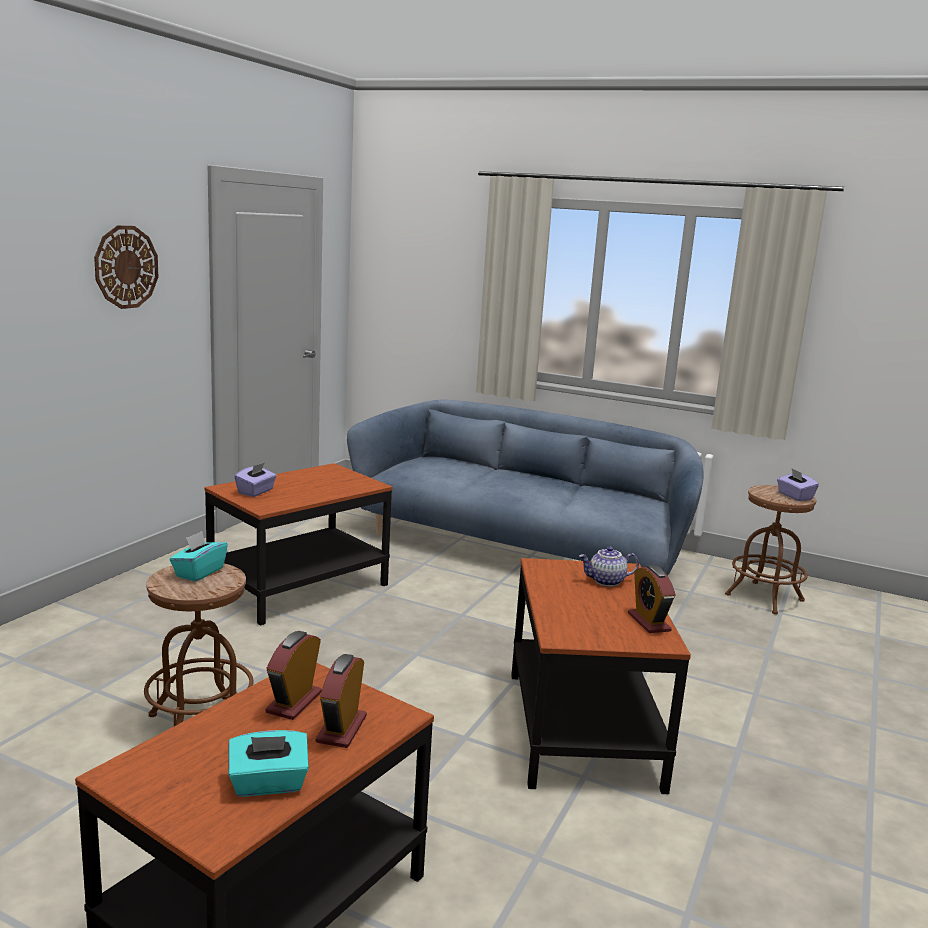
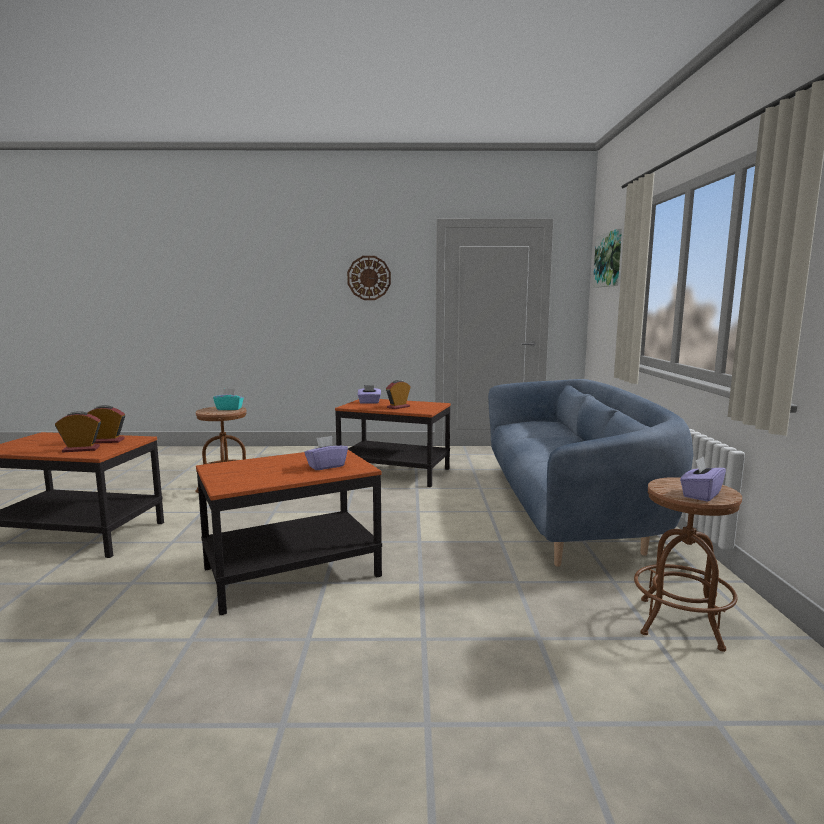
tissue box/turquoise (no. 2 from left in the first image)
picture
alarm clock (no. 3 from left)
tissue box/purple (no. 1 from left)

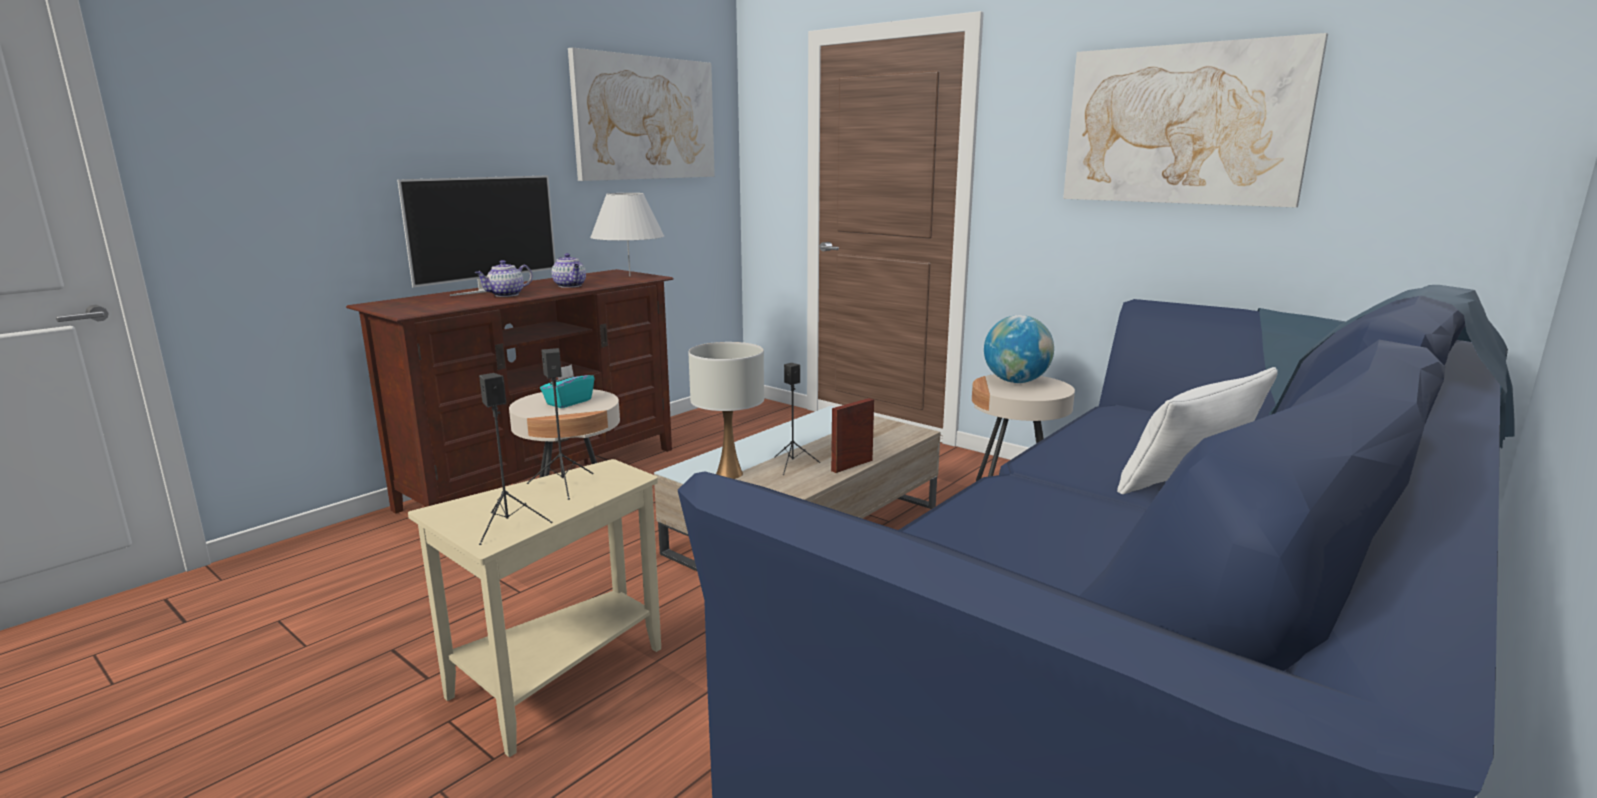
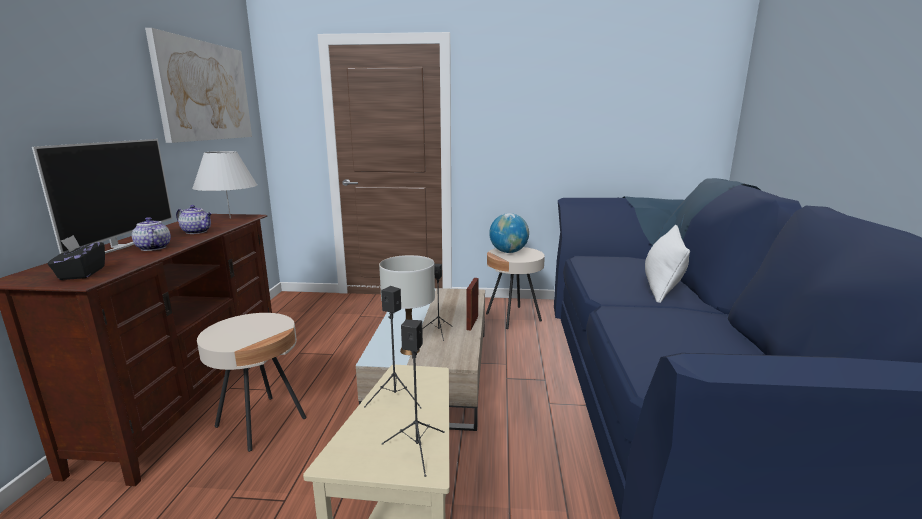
tissue box/turquoise
picture (no. 2 from left in the first image)
tissue box/black
teapot (no. 1 from left)

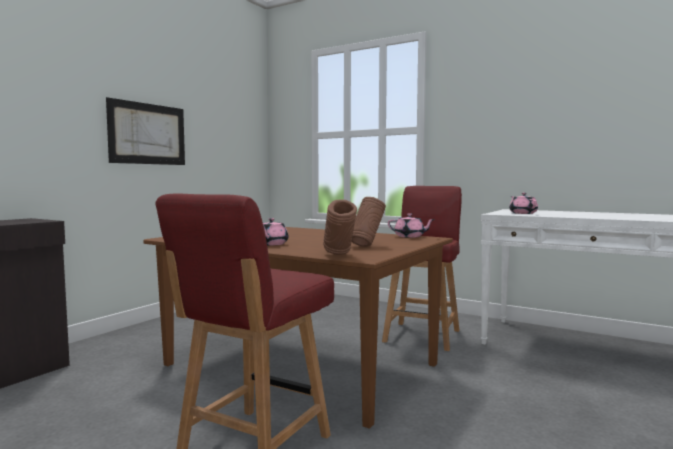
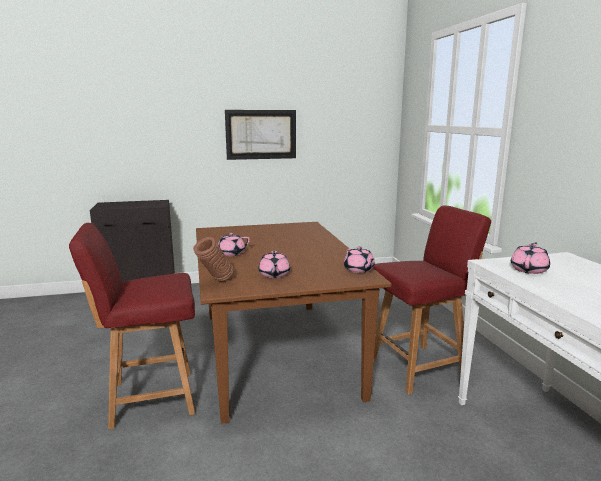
teapot/pink (no. 2 from left)

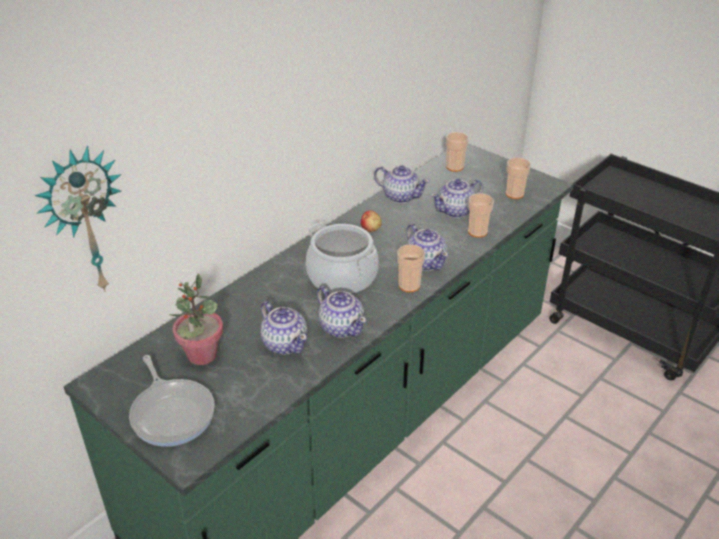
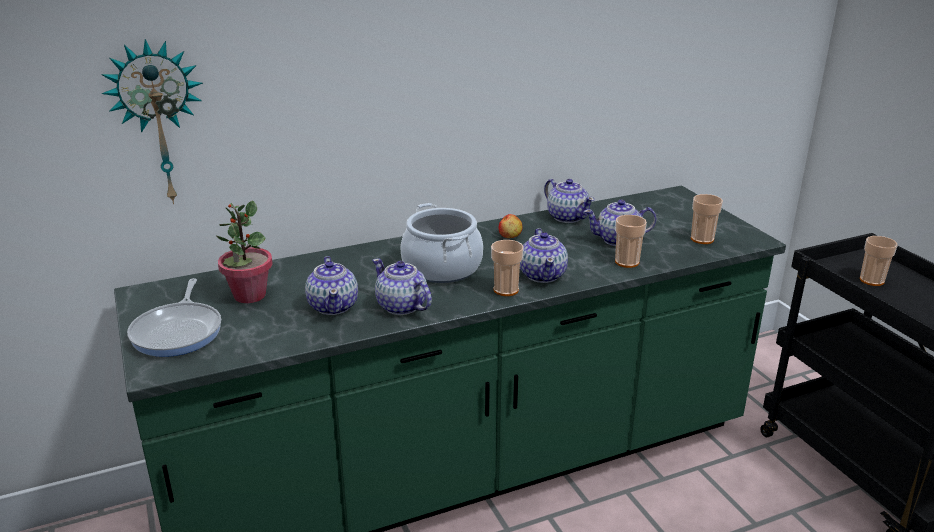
cup (no. 4 from left)
teapot (no. 2 from left)

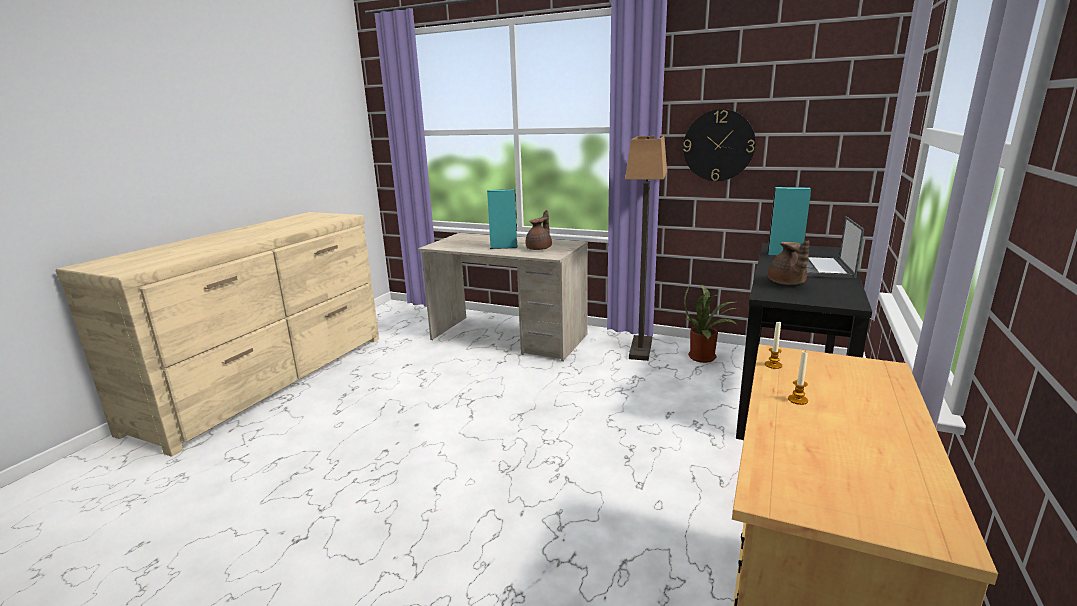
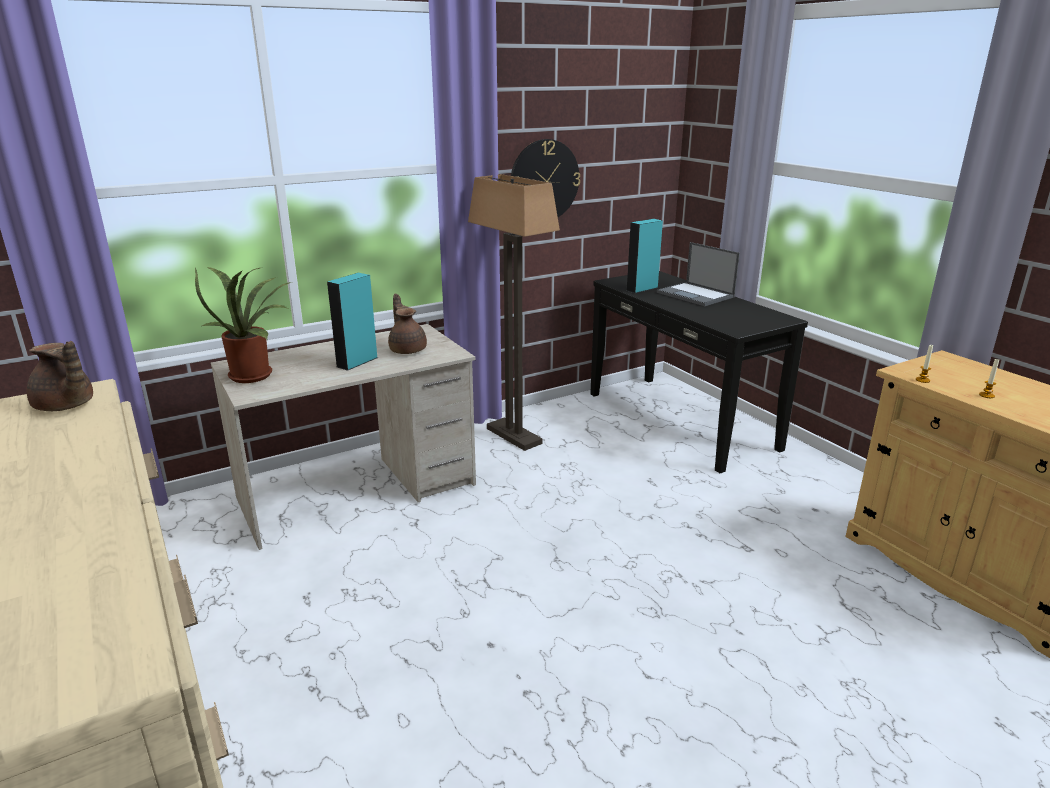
potted plant
teapot/brown (no. 1 from left)

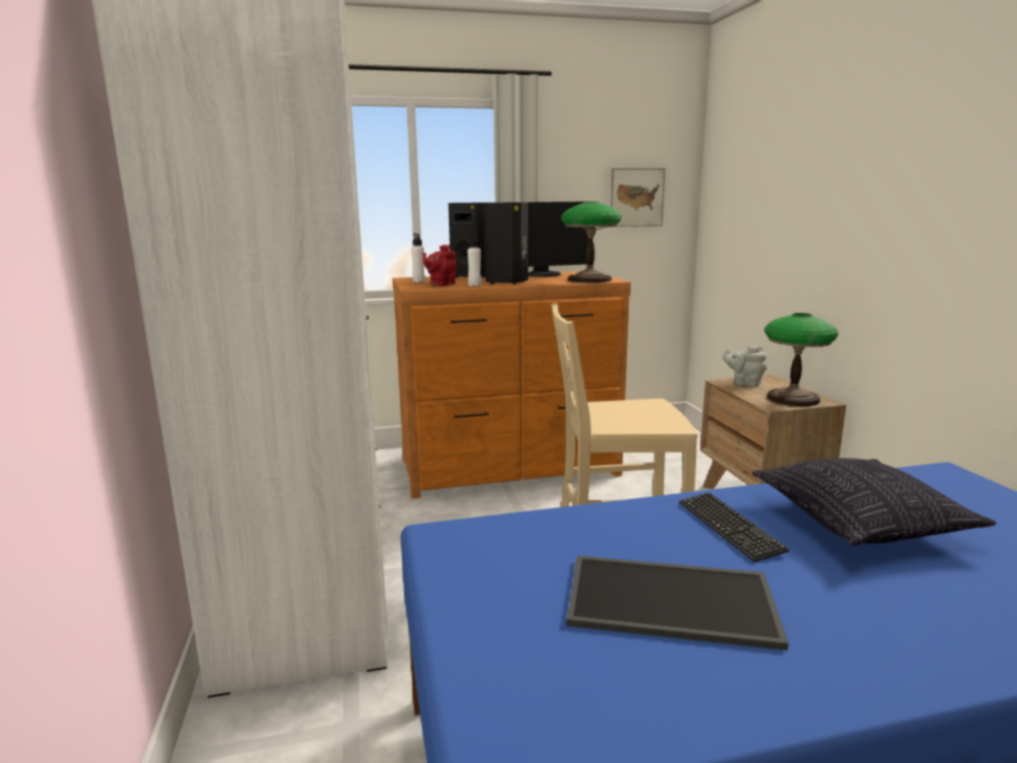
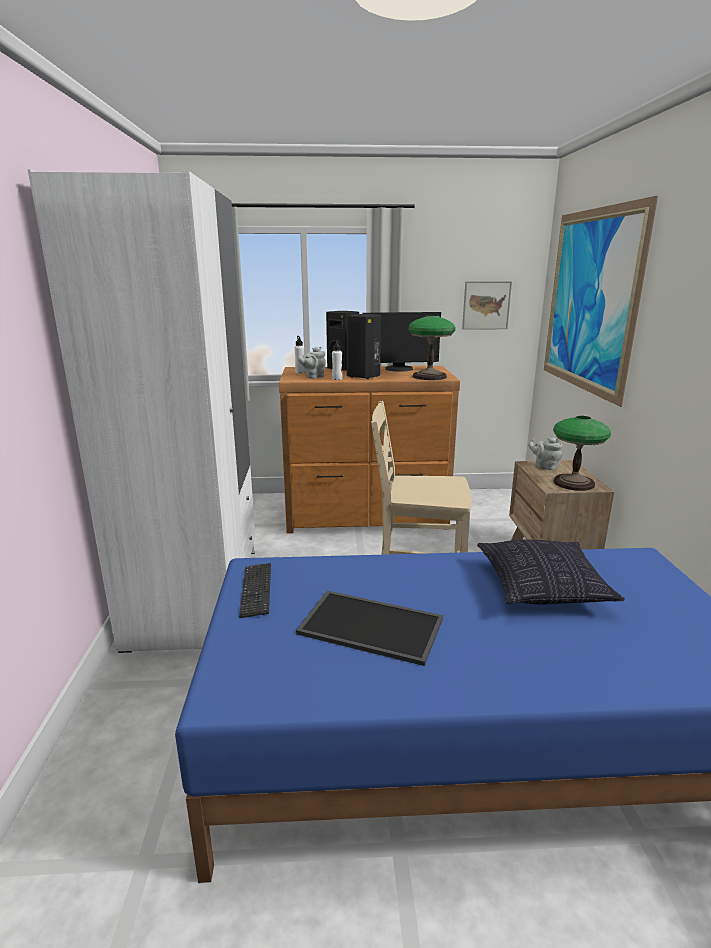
picture (no. 2 from left)
keyboard
teapot/grey (no. 1 from left)

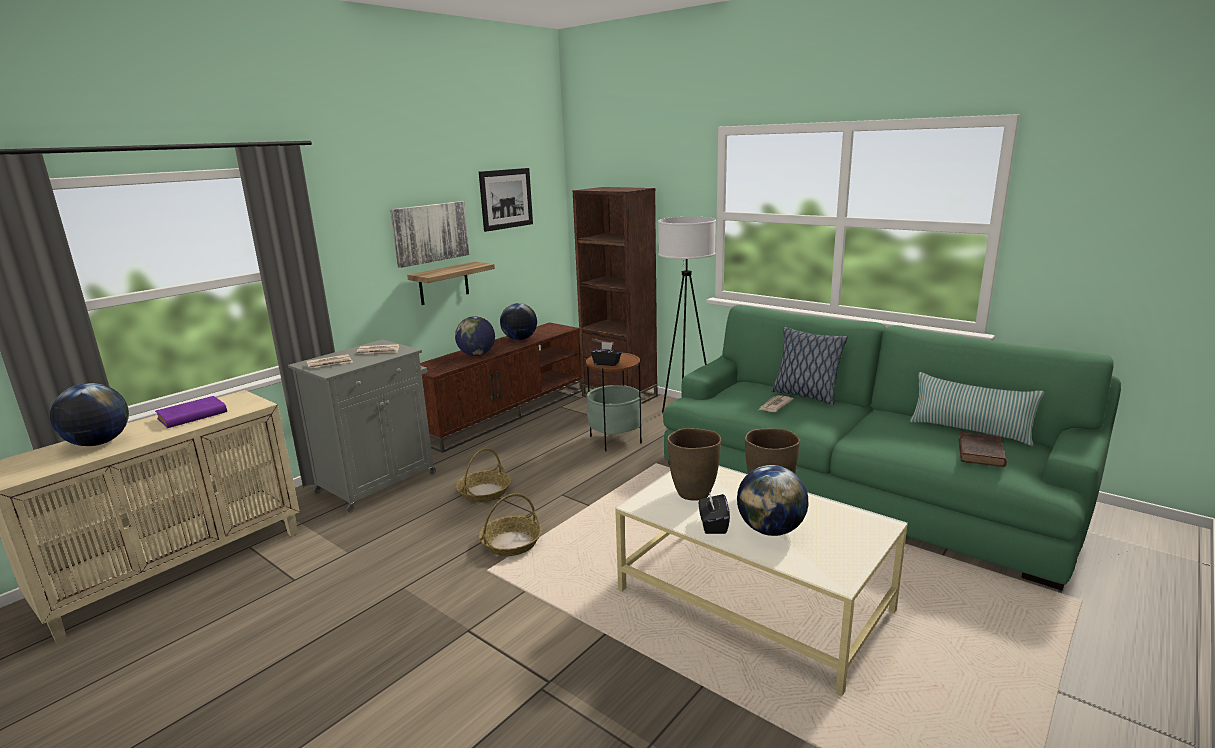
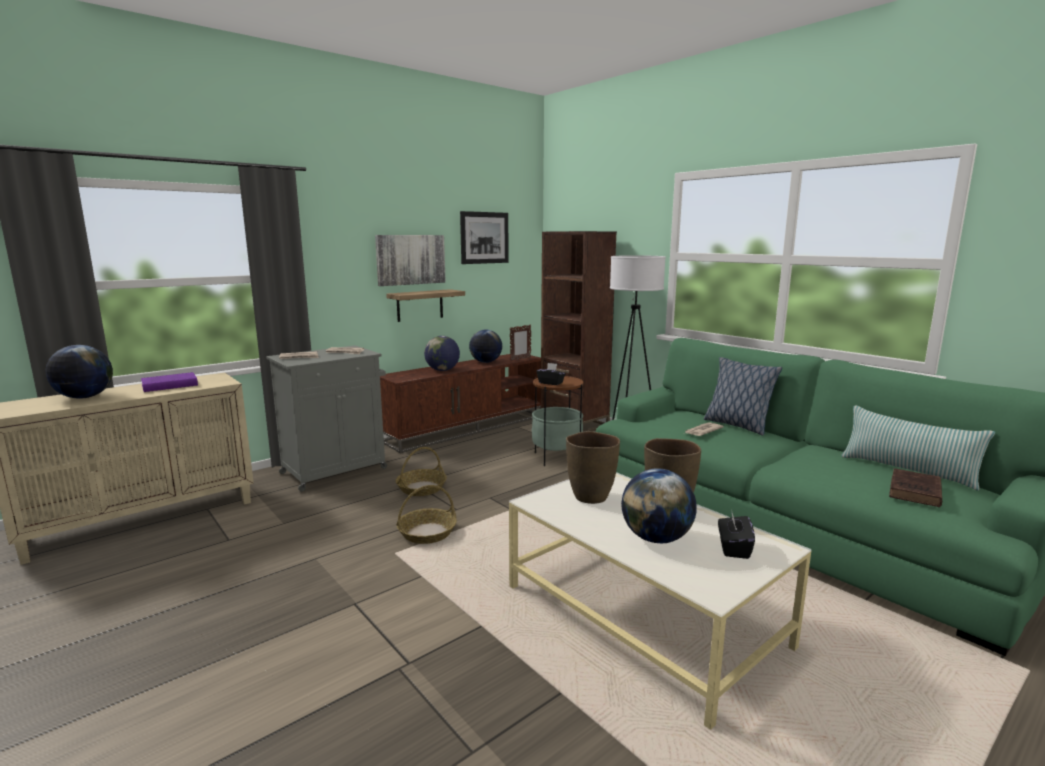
picture frame
tissue box/black (no. 2 from left)

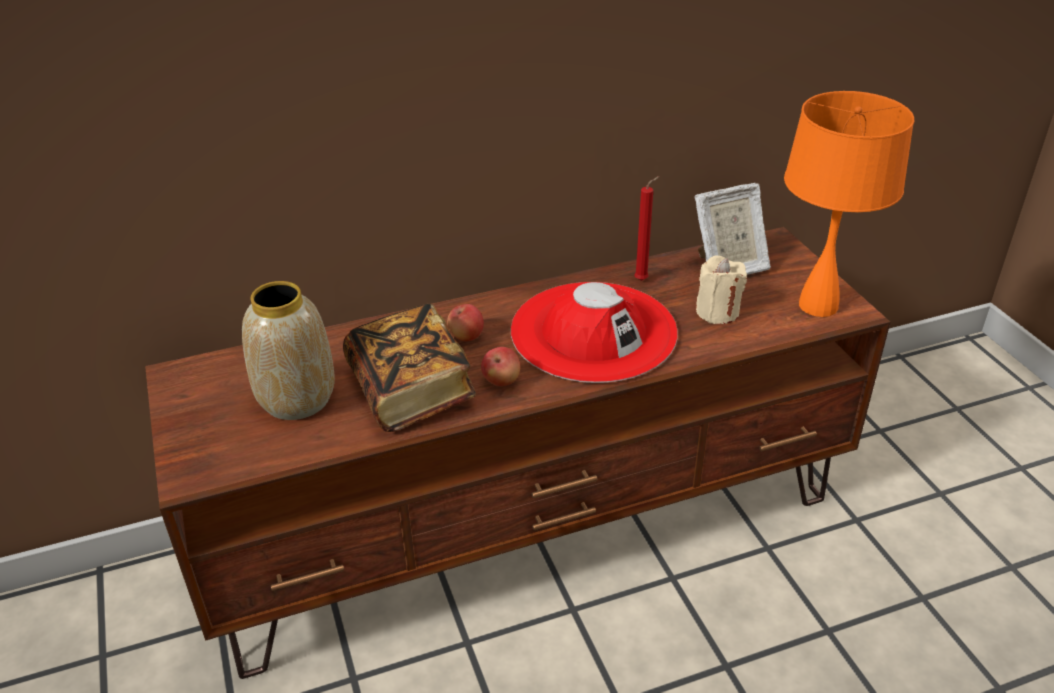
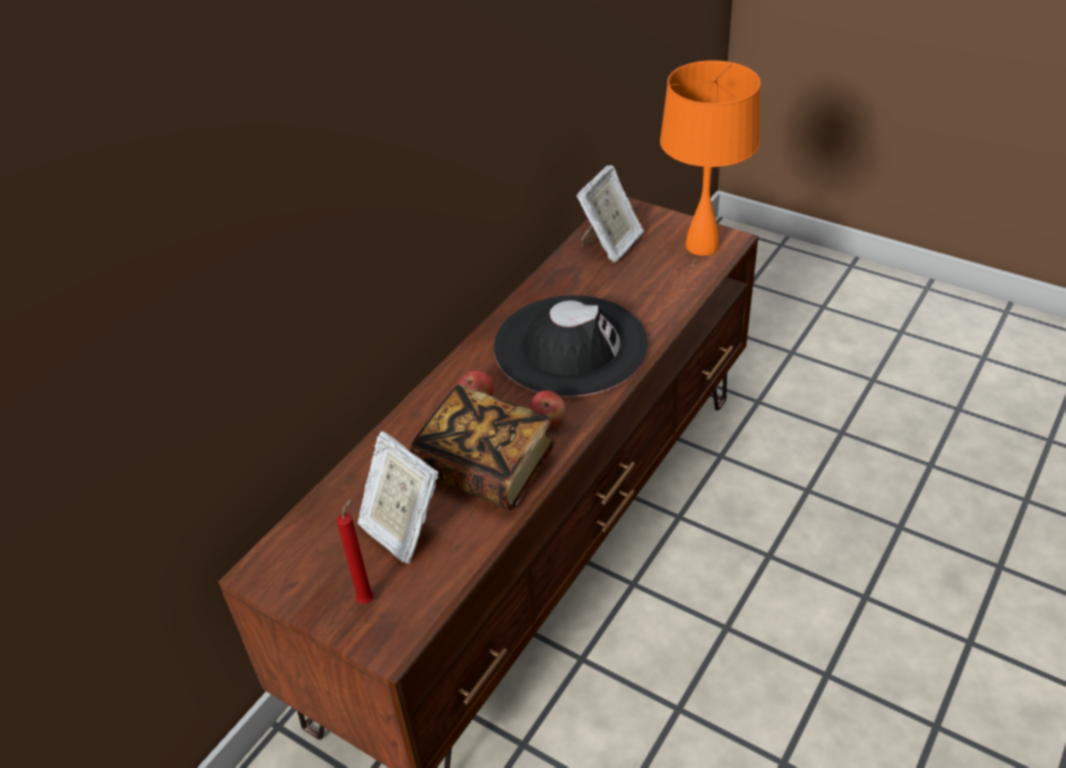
candle/beige
candle/red
picture frame (no. 1 from left)
hat/black

